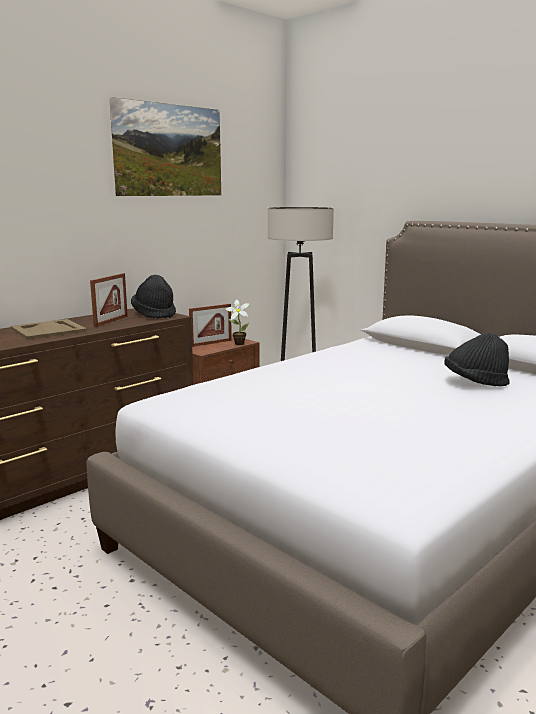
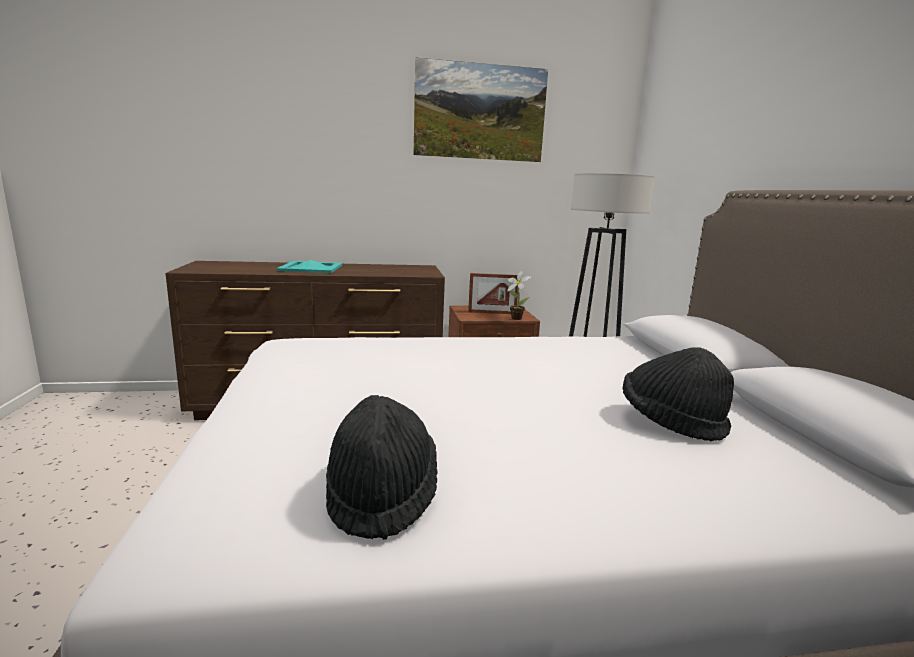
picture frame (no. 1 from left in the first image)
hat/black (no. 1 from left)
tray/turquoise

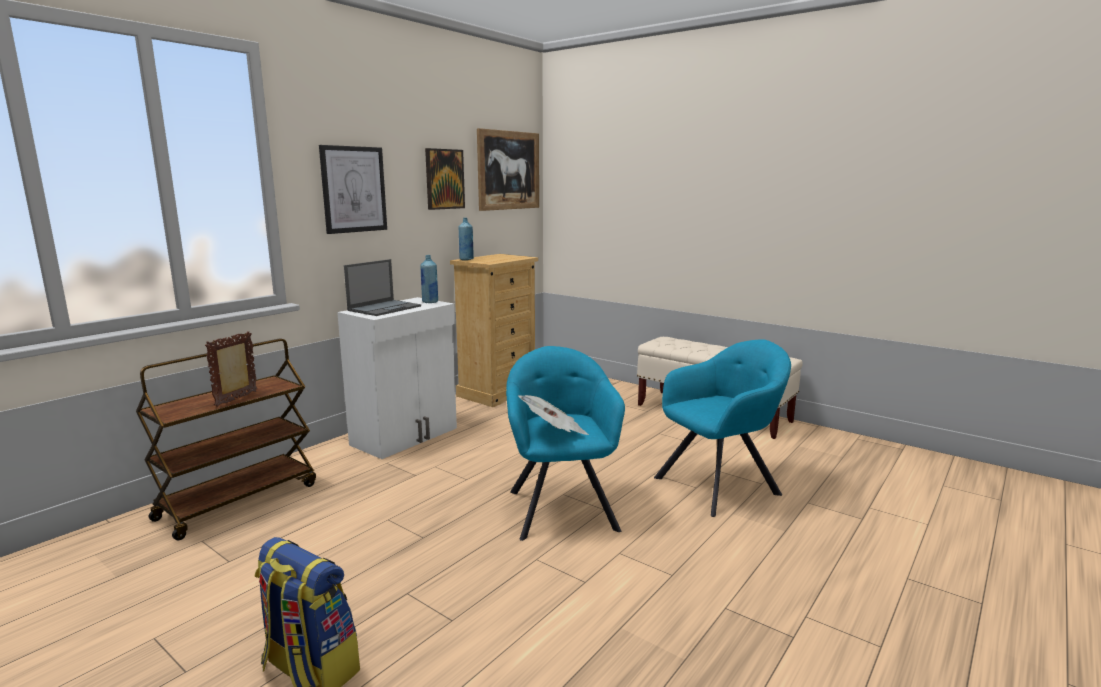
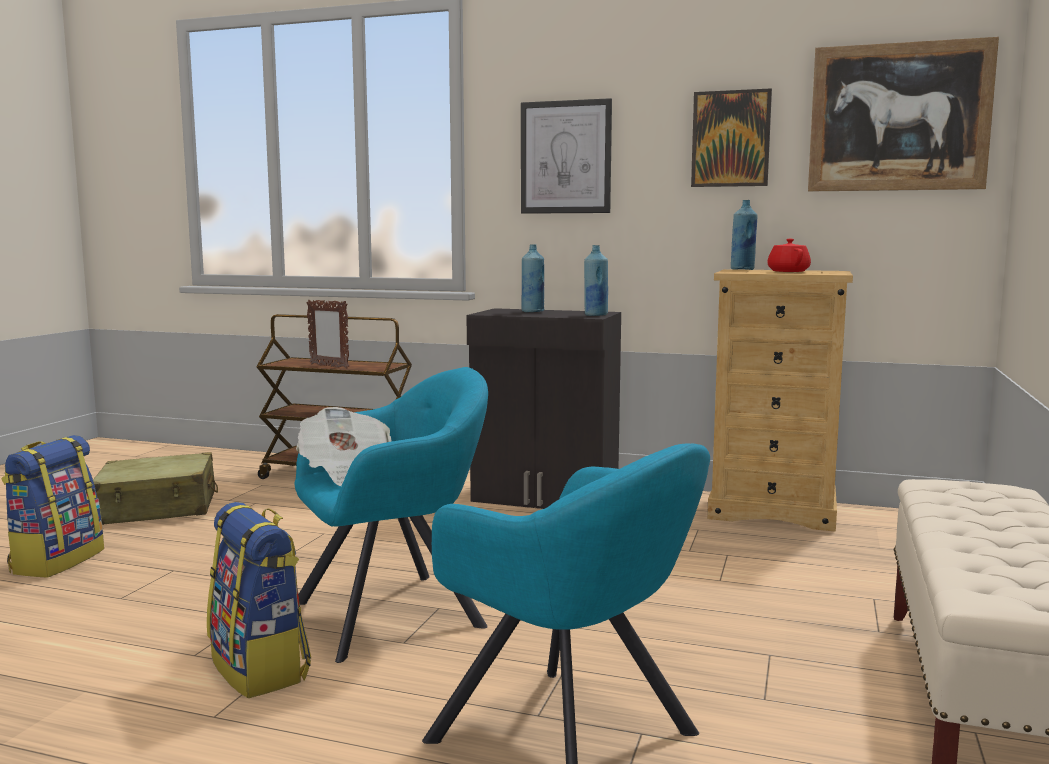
suitcase/beige
backpack (no. 2 from left)
teapot/red
bottle/blue (no. 1 from left)
cabinet/black
picture frame

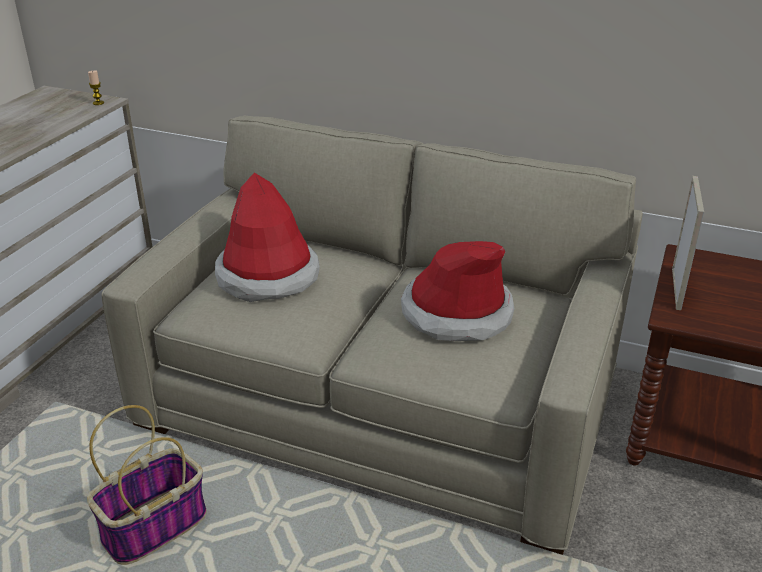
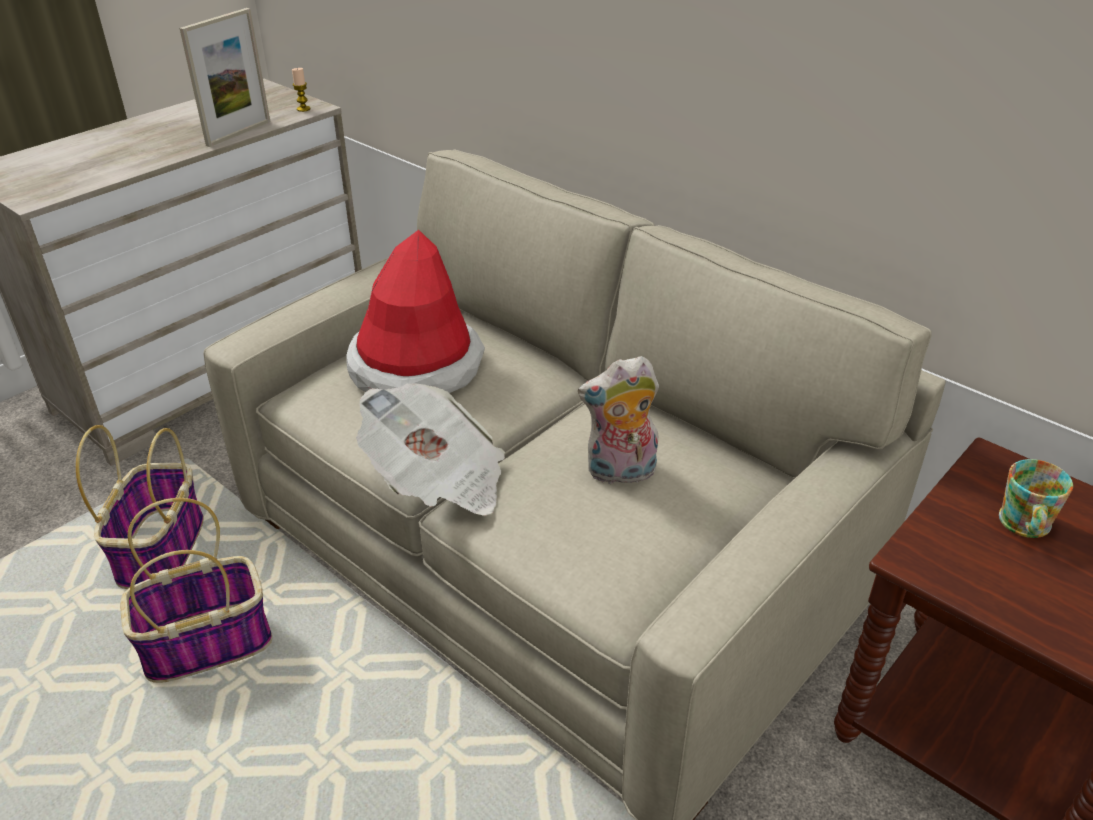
basket (no. 1 from left)
newspaper
mug
picture frame
plush toy

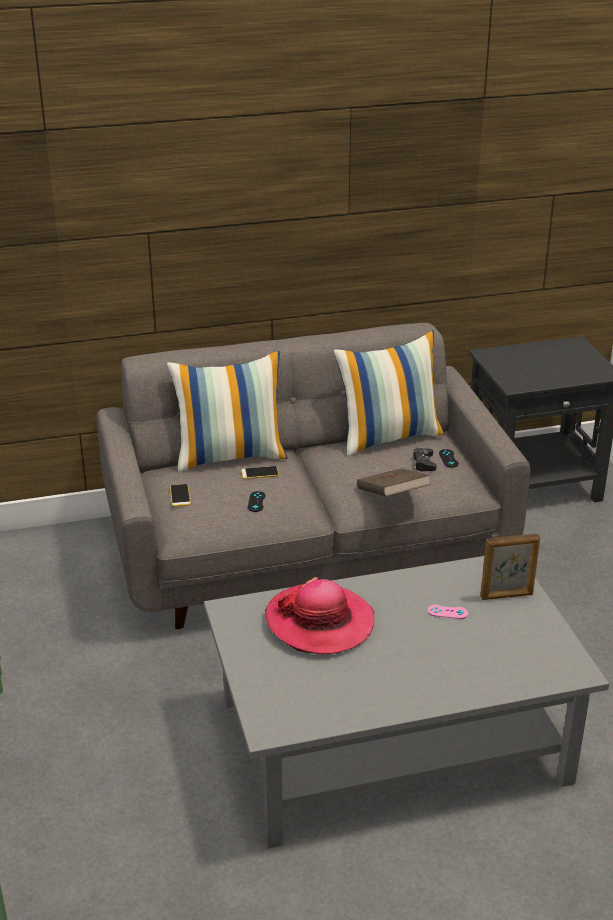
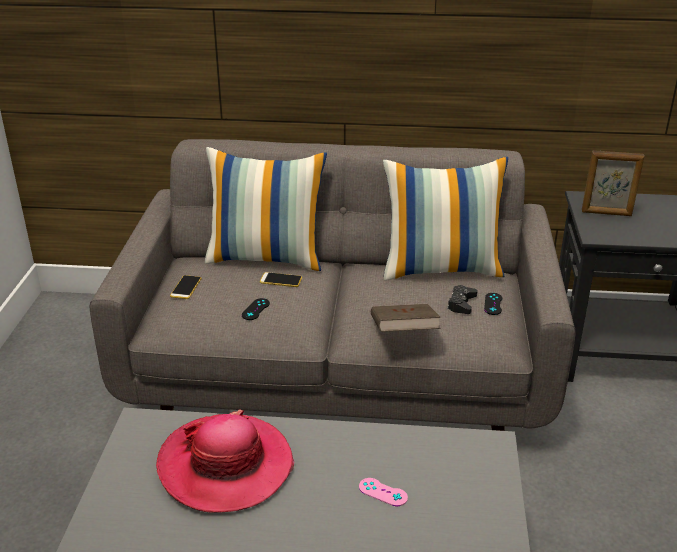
picture frame

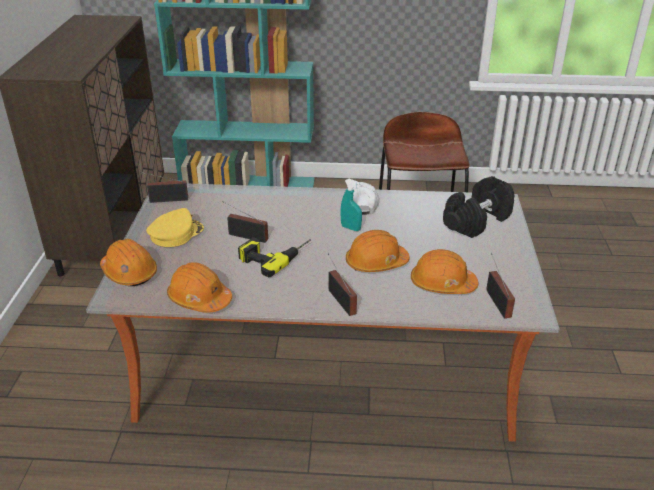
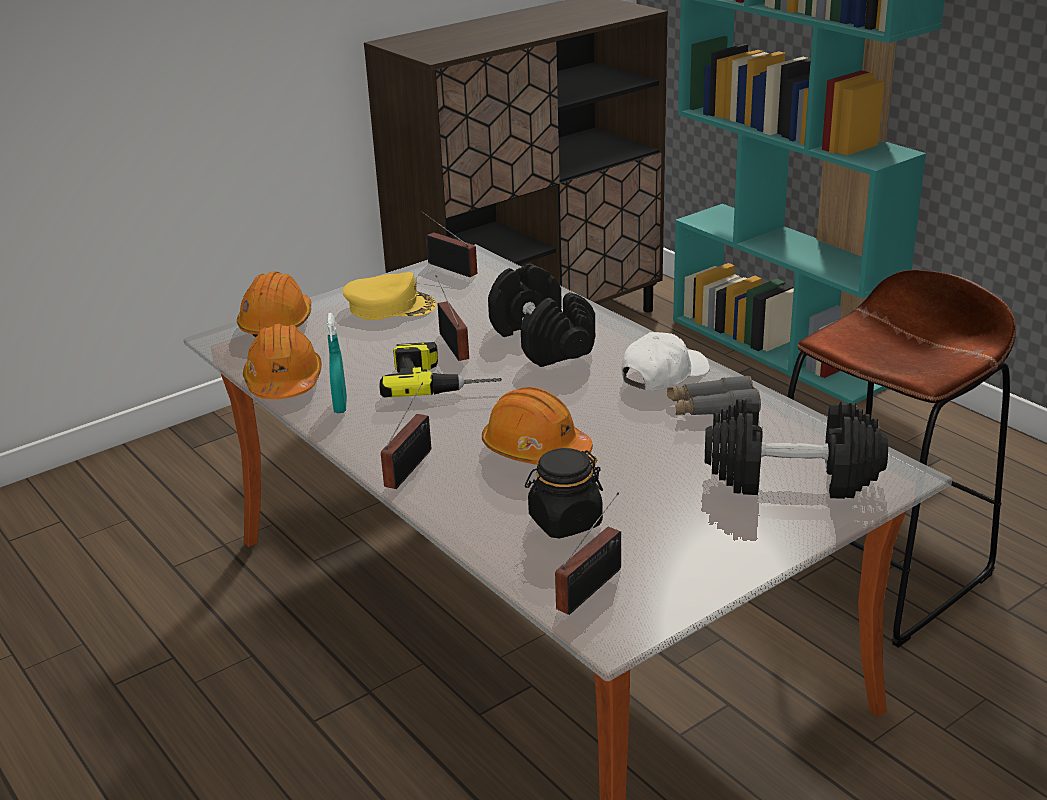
dumbbell/black (no. 1 from left)
binoculars/grey
spray bottle/turquoise
jar/black

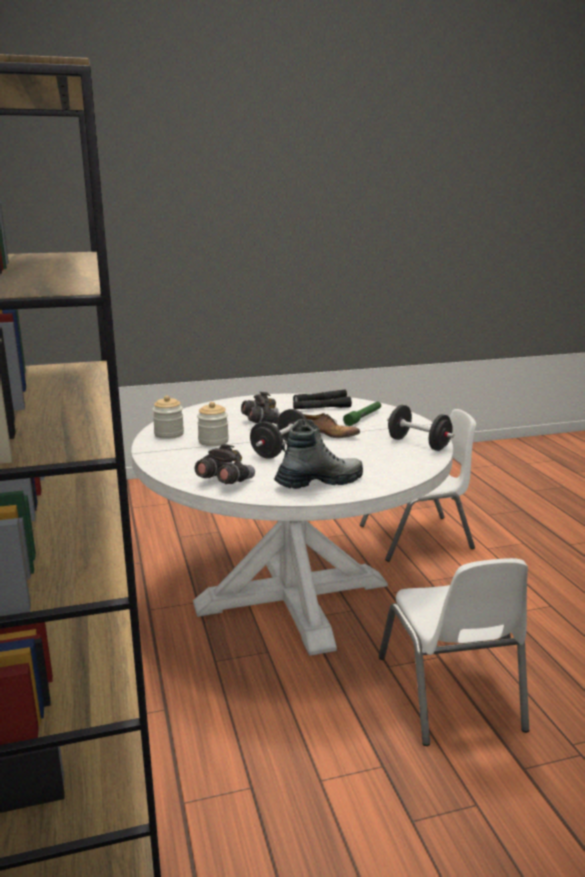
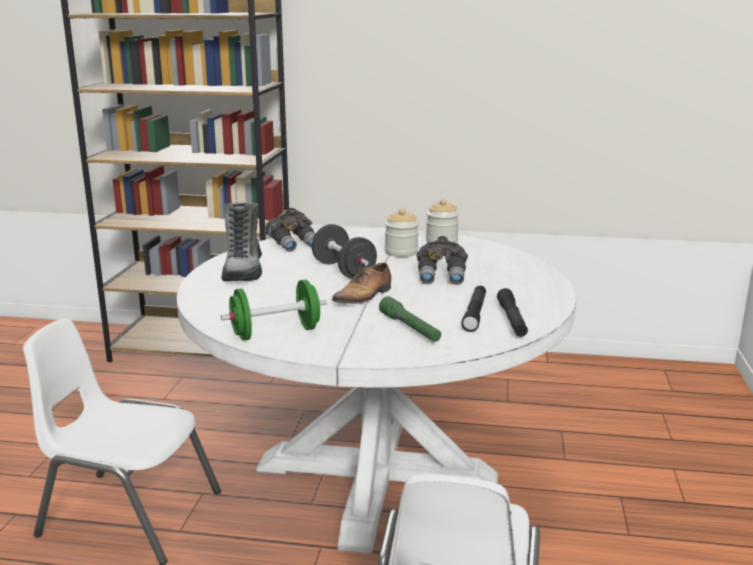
dumbbell/green

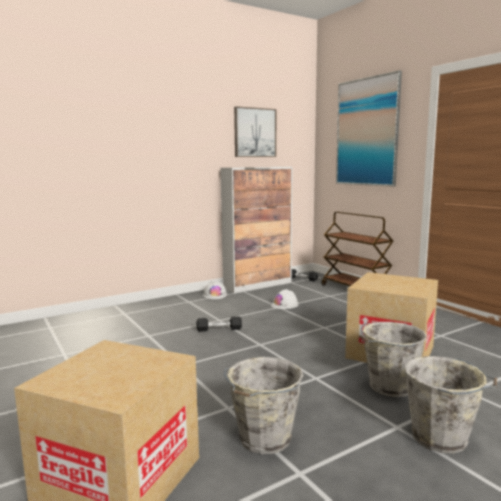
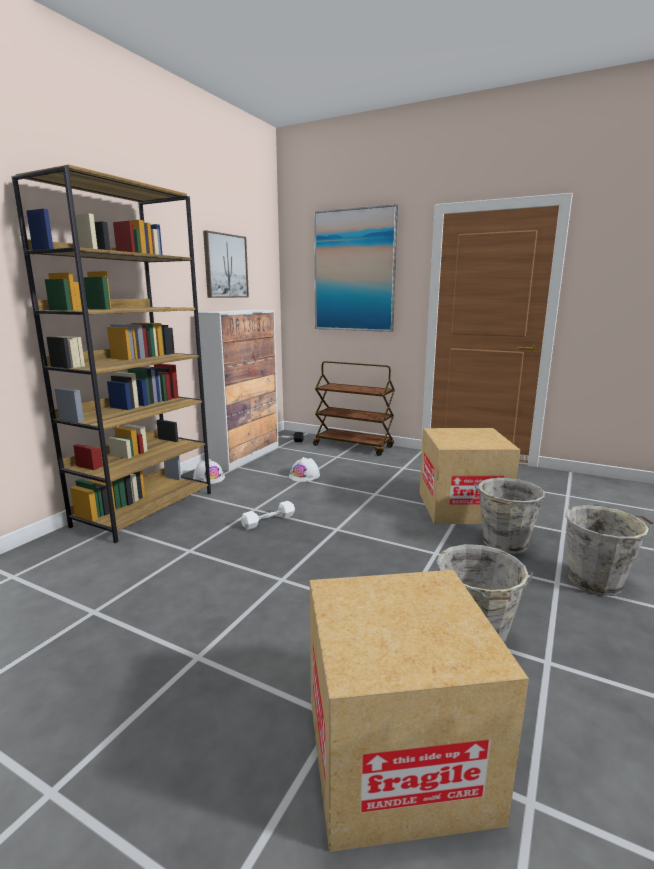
bookcase/brown
dumbbell/white

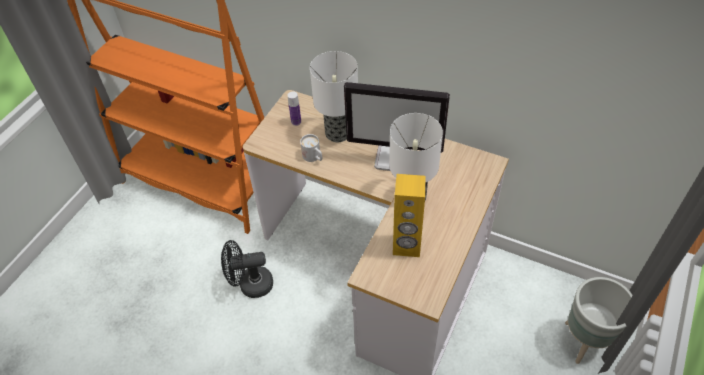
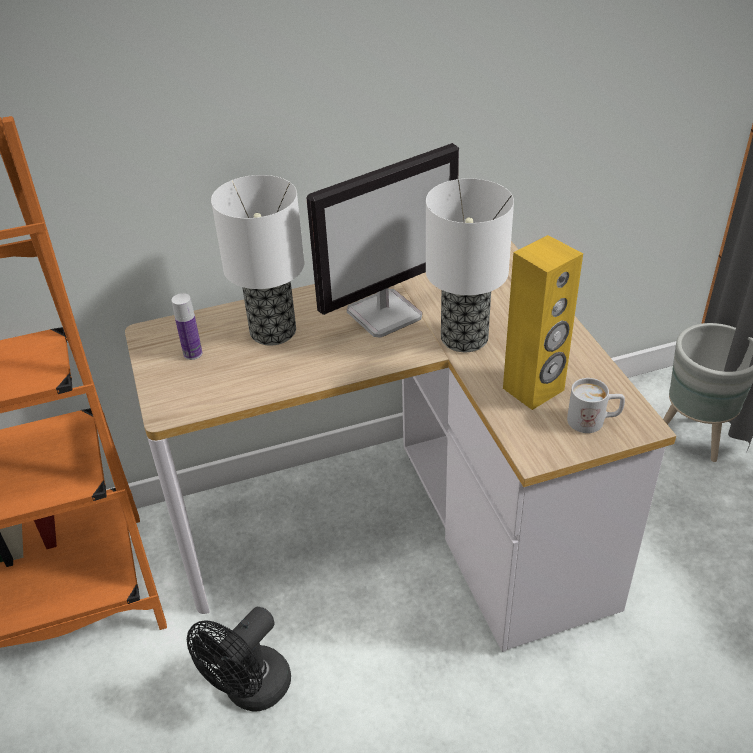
mug/white

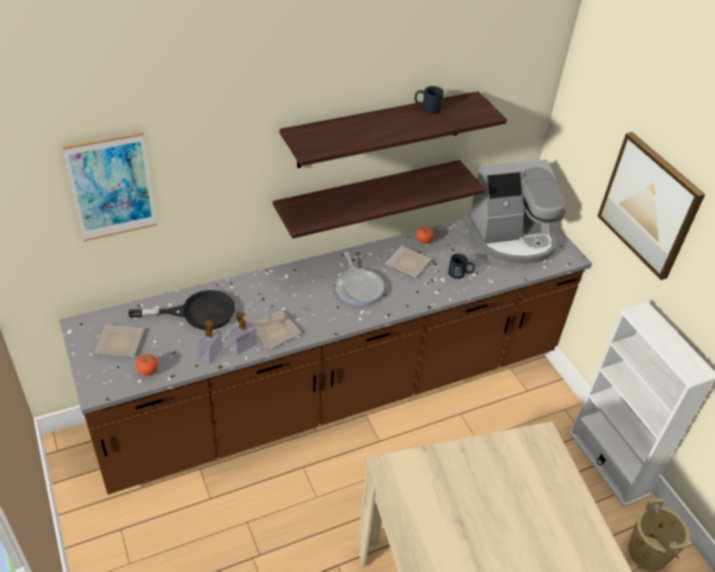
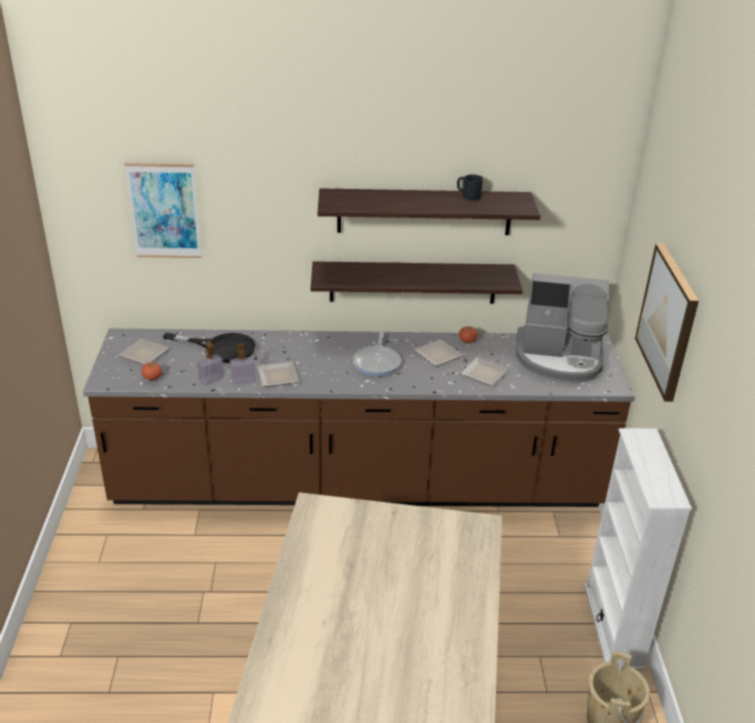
plate (no. 4 from left)

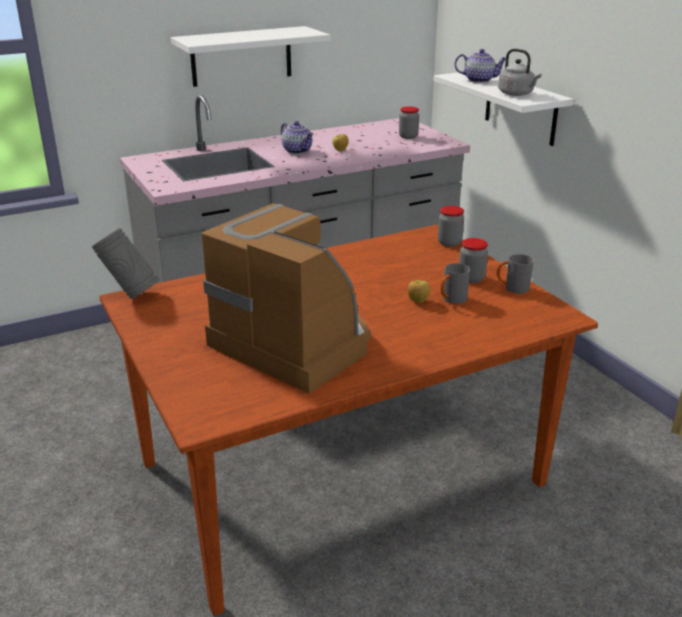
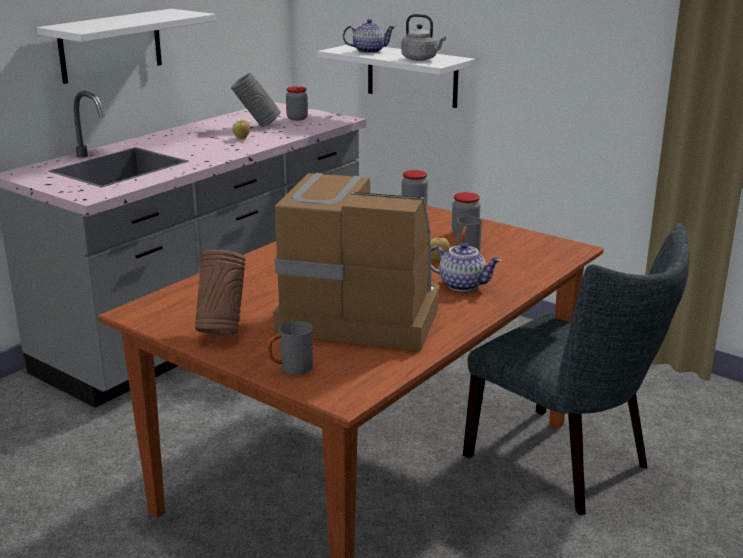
vase/brown
chair/grey
vase/grey
teapot (no. 2 from left)
mug/grey (no. 1 from left)

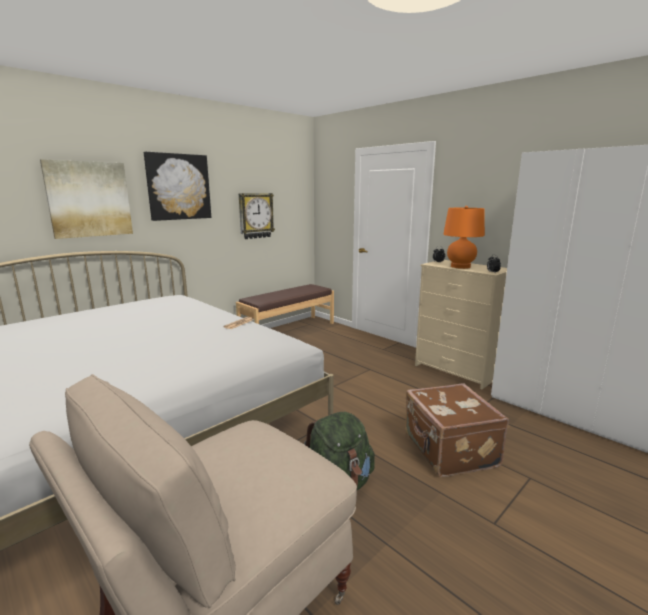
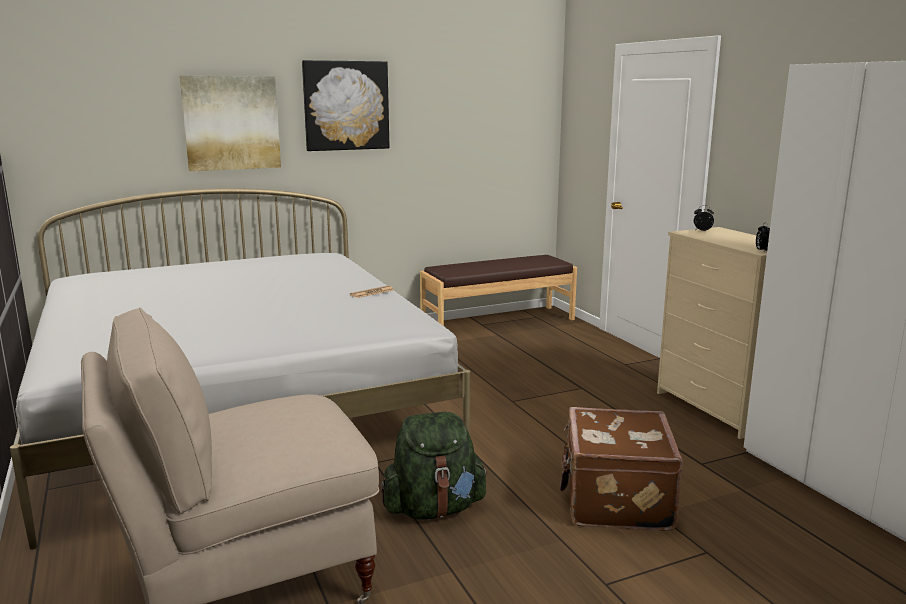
wall clock
table lamp/orange

